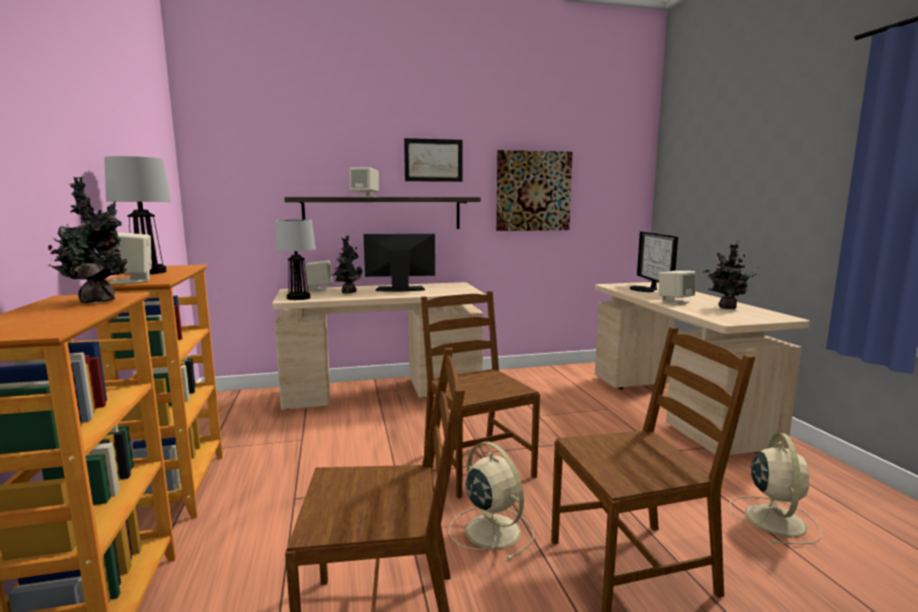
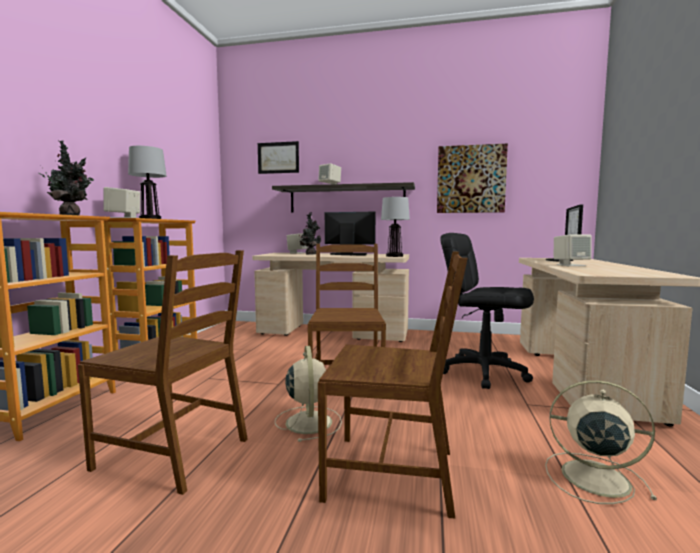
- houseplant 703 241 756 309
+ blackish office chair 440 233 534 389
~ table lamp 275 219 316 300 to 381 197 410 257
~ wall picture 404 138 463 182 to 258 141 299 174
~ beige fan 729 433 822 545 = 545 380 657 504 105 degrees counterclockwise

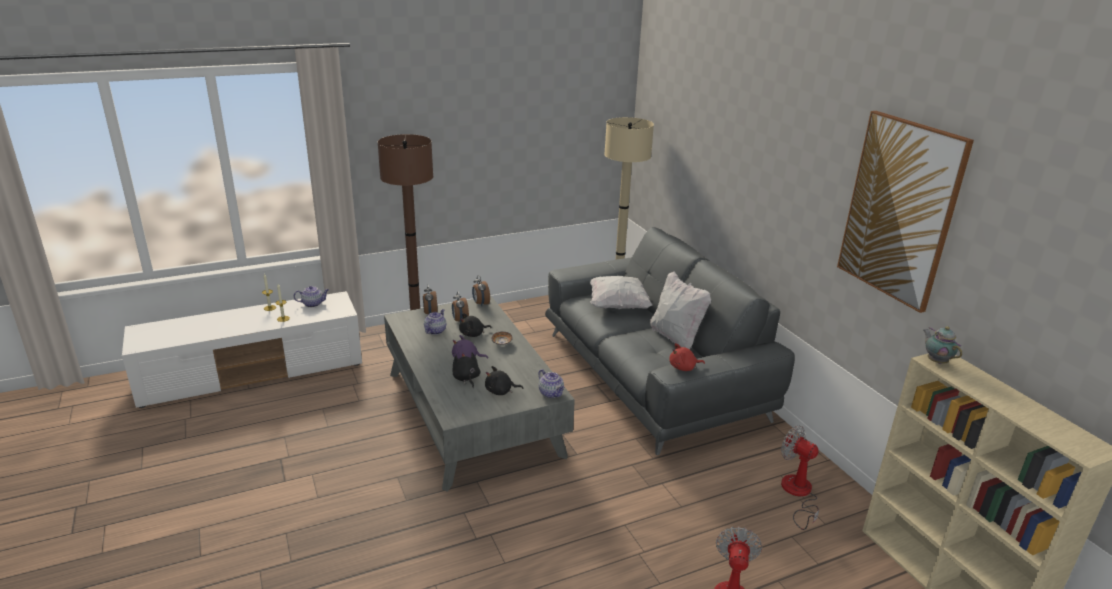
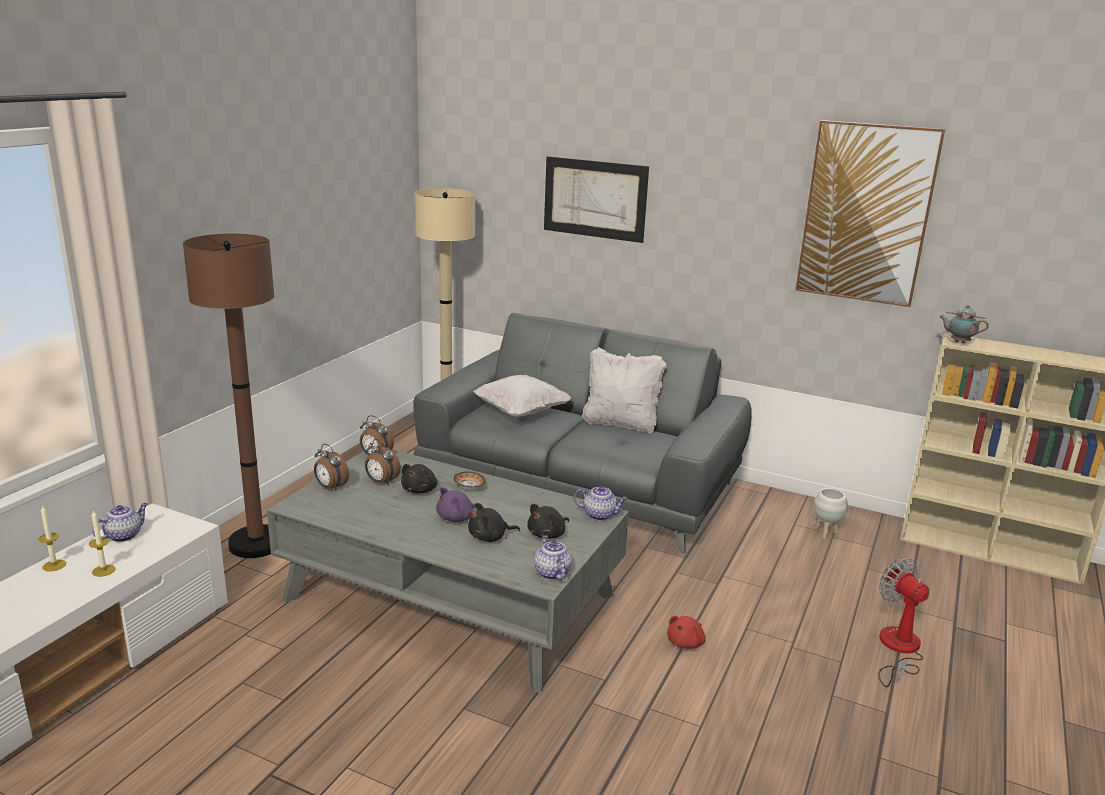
+ wall picture 544 156 649 243
~ pot for tea 424 309 446 335 to 534 535 572 580
~ red plush toy 669 343 705 371 to 667 615 706 649
~ fan 781 426 819 530 to white flower pot 813 488 848 539
~ blackish plush toy 452 352 480 388 = 468 503 520 542 45 degrees counterclockwise

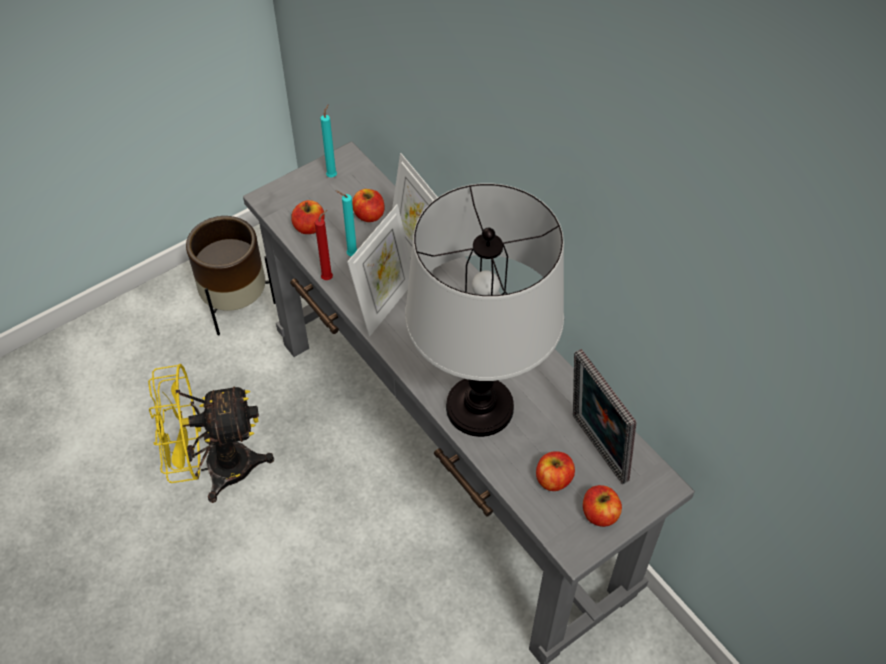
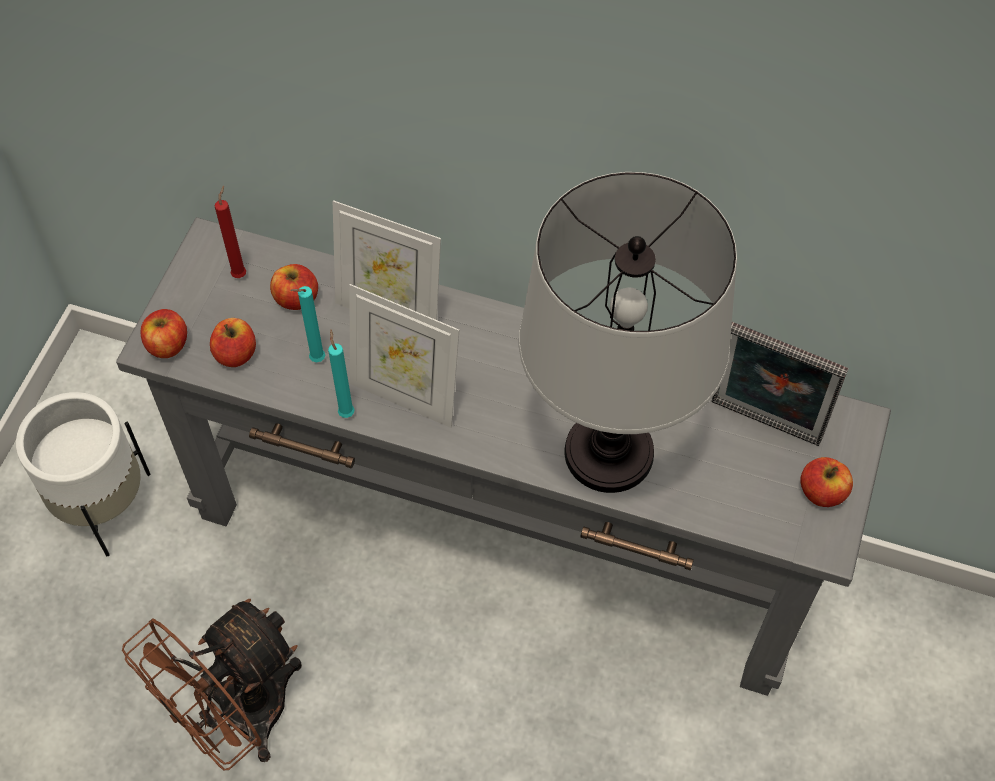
~ red candle 315 210 333 280 to 215 186 246 278
~ blue-green candle 320 105 337 177 to 328 329 355 418
~ apple fruit 536 451 575 491 to 141 309 187 358
~ yellow fan 148 364 274 503 to brownish fan 122 599 302 770
~ brownish flower pot 186 216 276 335 to white flower pot 16 392 151 557
~ picture frame 347 204 411 337 = 349 284 459 428 120 degrees clockwise

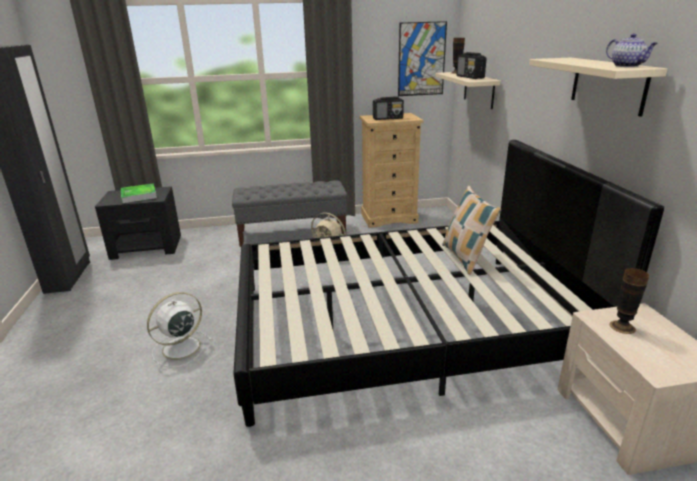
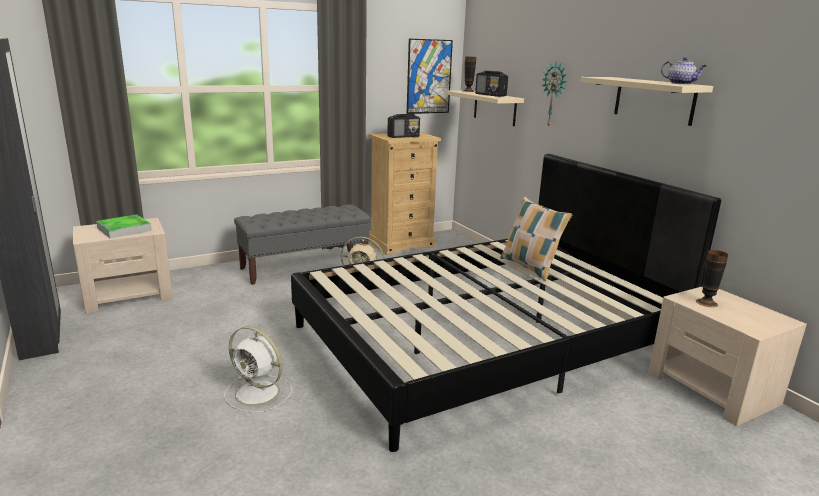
+ clock on the wall 542 62 567 128
~ blackish bedside table 95 186 181 260 to beige bedside table 73 218 173 313
~ white fan 147 292 212 367 = 224 326 292 413 90 degrees counterclockwise

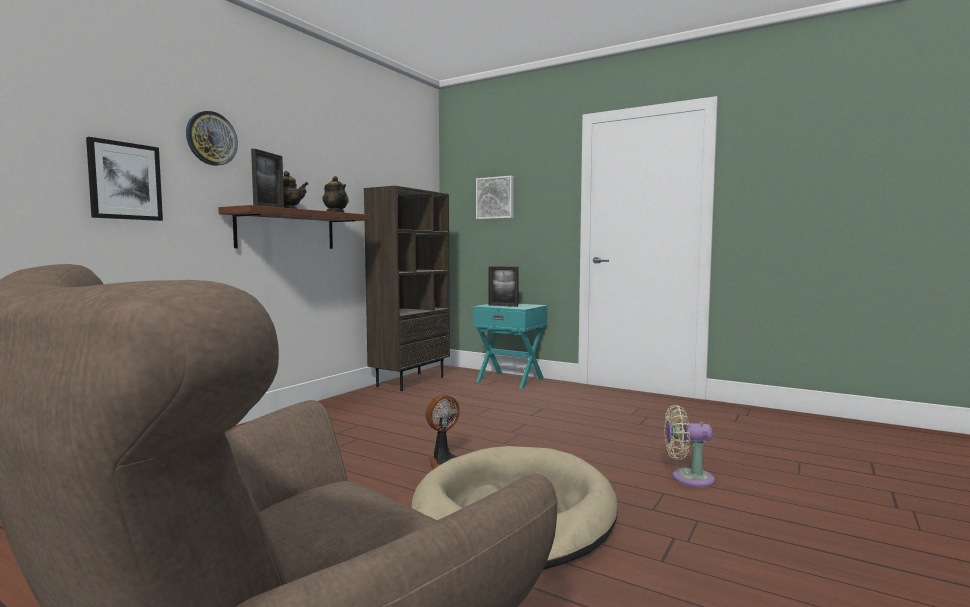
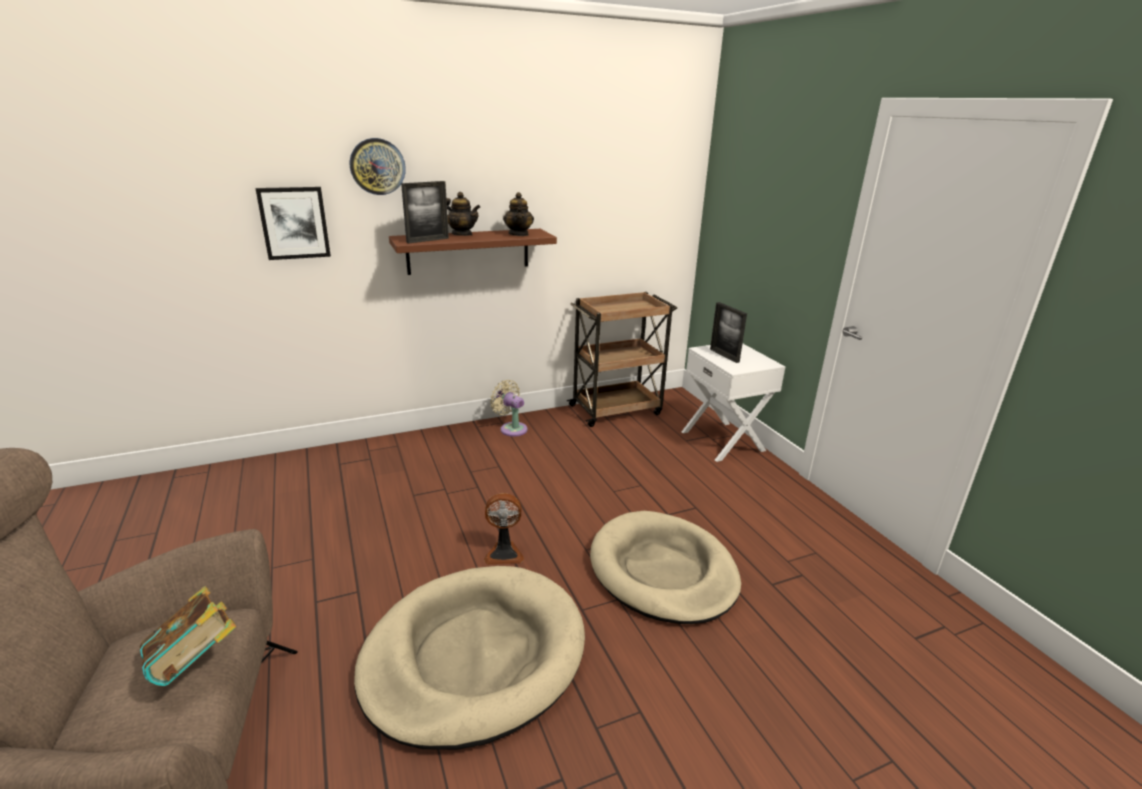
- wall picture 476 176 514 219
+ book 140 586 236 686
+ beige pet bed 590 511 741 624
~ beige fan 664 405 715 487 to 490 380 528 437
~ brownish bookshelf 364 186 450 391 to brownish cart 567 292 677 427
~ blue-green bedside table 473 304 548 389 to white bedside table 682 344 785 462

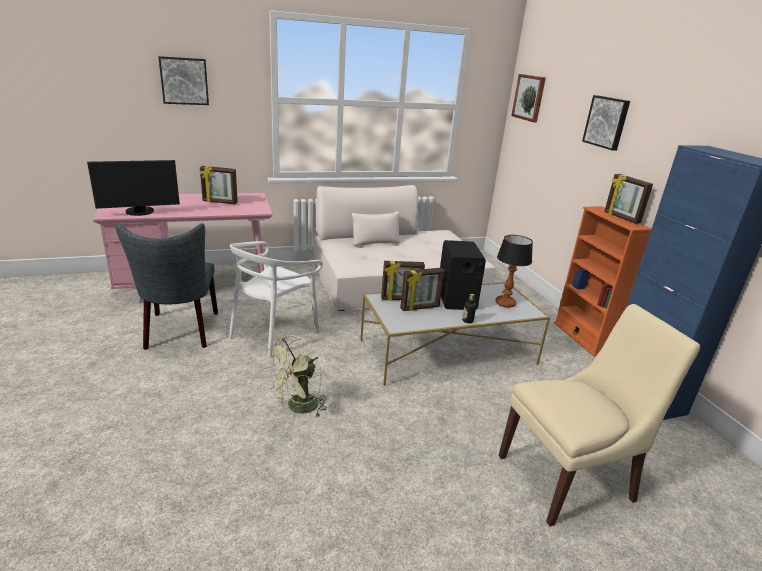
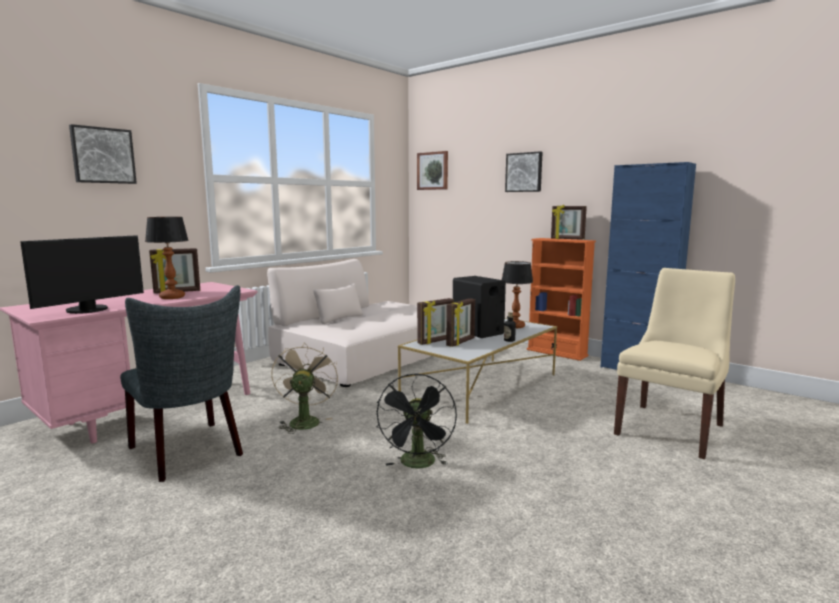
+ table lamp 145 217 189 299
~ white chair 229 241 323 357 to beige fan 271 343 338 434
~ green fan 264 335 327 417 to blackish fan 377 373 457 469

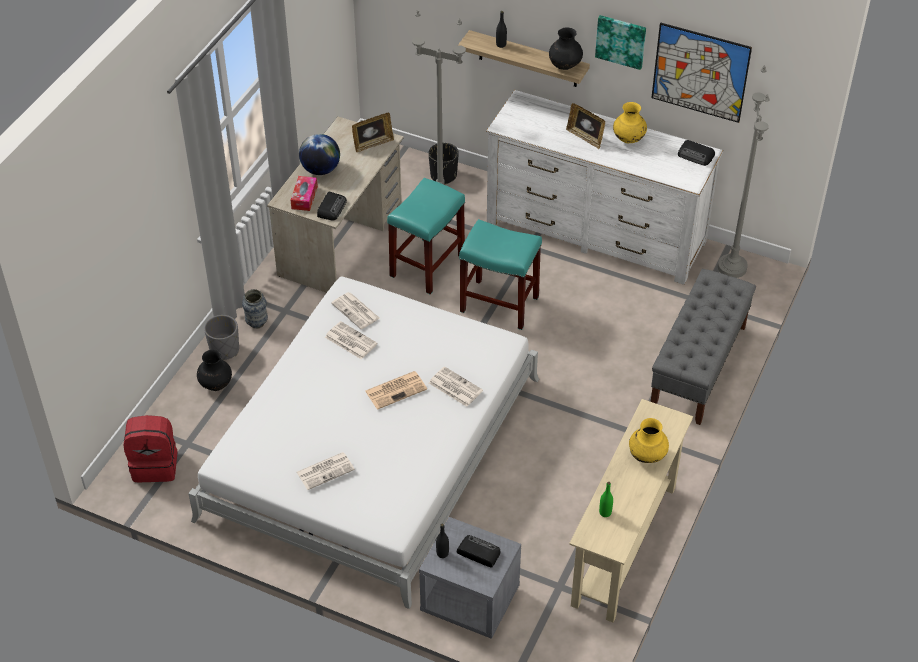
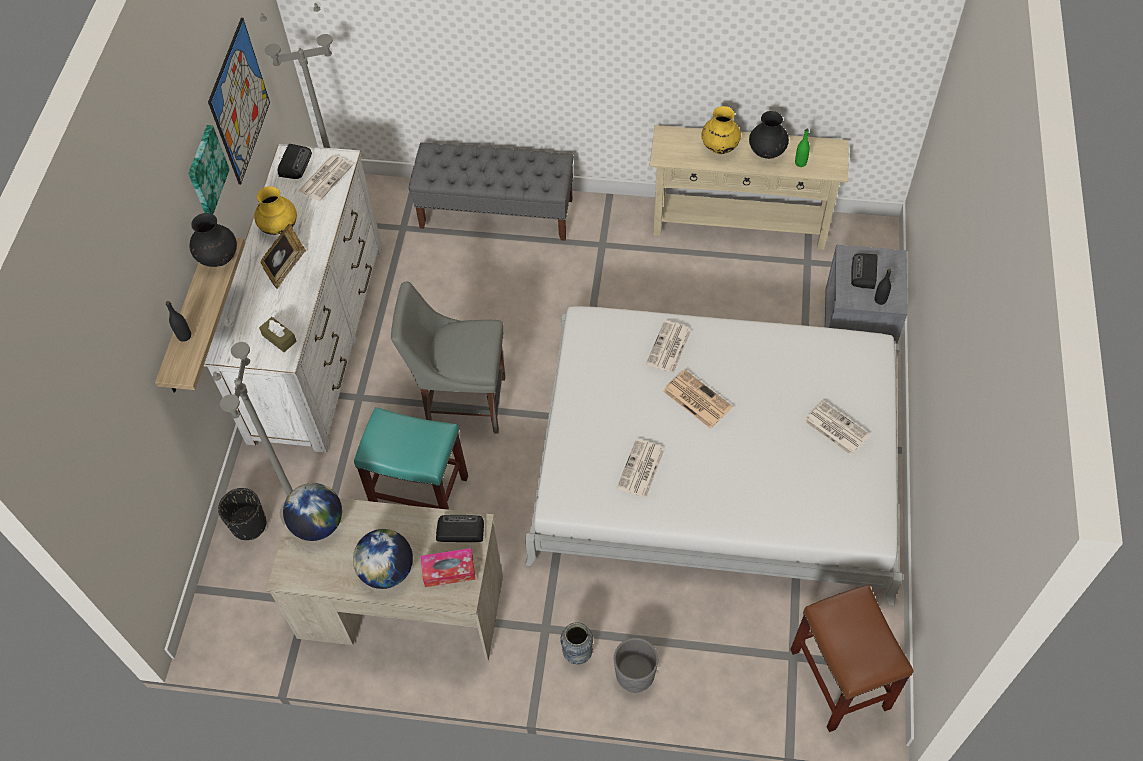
+ brownish box of tissues 259 317 297 352
~ blackish decorative vase 197 350 232 391 to 749 111 789 159
~ newspaper 331 292 380 329 to 298 155 353 201
~ red knapsack 124 415 177 482 to brownish sitting stool 790 584 914 732
~ picture frame 352 113 394 152 to world globe 283 483 342 541
~ blue-green sitting stool 459 219 542 330 to greyish chair 391 282 505 434

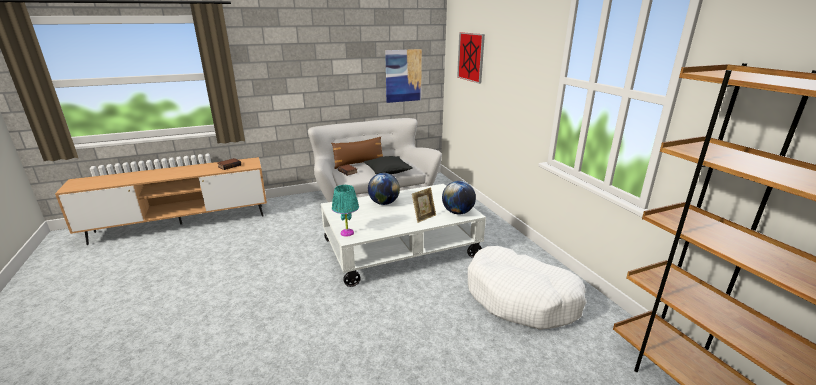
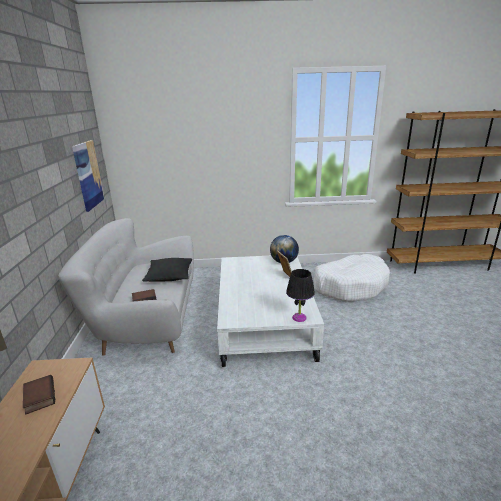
- brownish cushion 331 137 383 169
- world globe 368 173 400 205
- wall picture 457 32 485 84
~ blue-green table lamp 332 185 359 237 to blackish table lamp 286 269 315 322

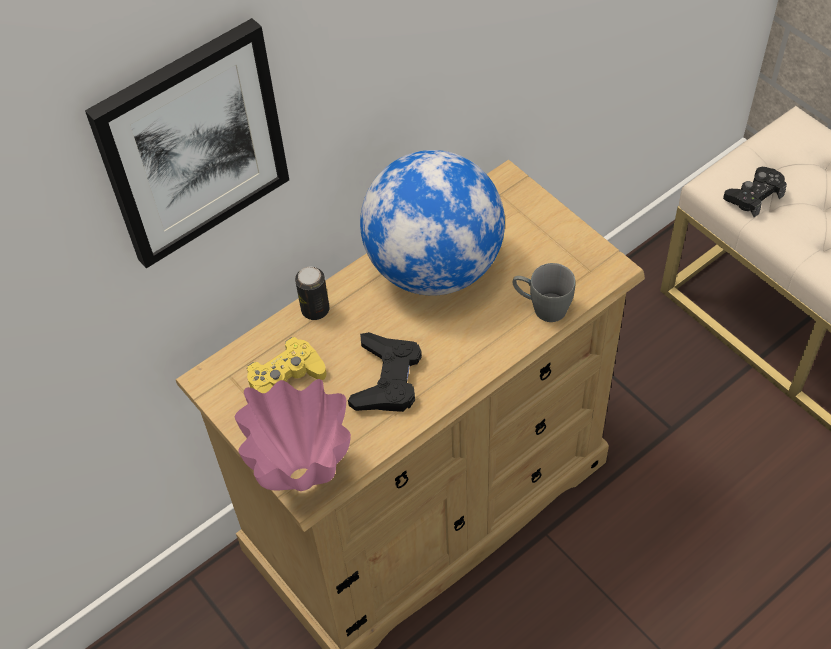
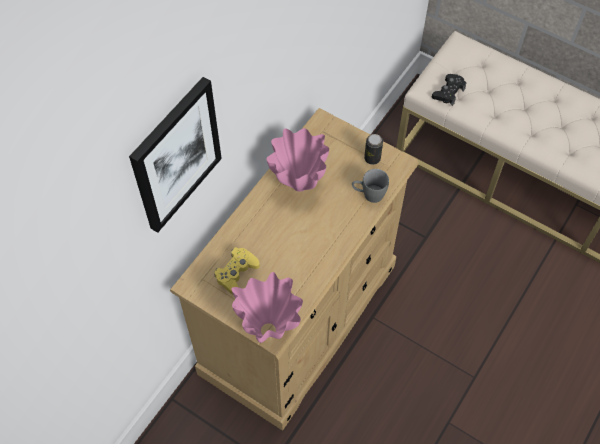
- blackish joypad 348 332 422 412
~ sealed can 295 267 329 320 to 364 134 383 165
~ world globe 360 150 505 296 to pink-coloured decorative vase 266 128 329 192

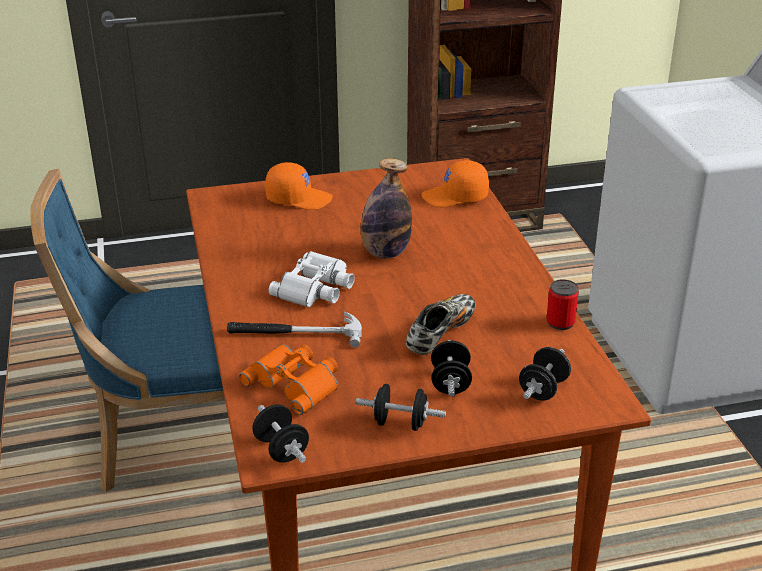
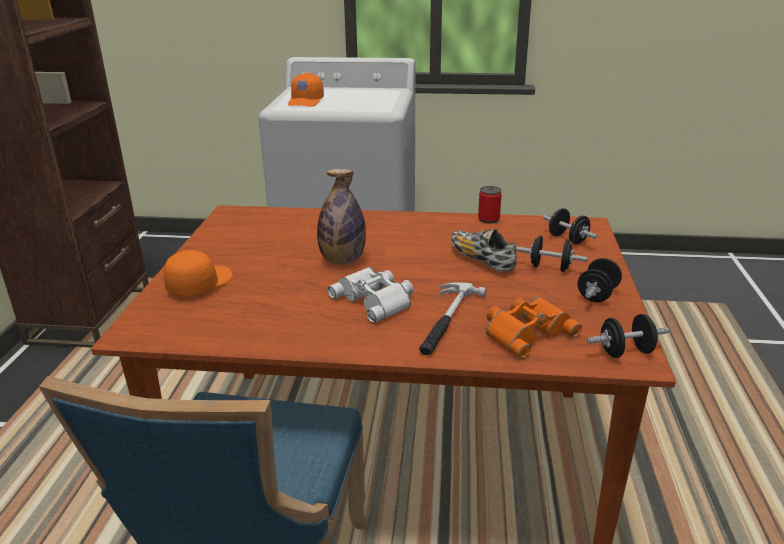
~ orangey peaked cap 422 160 489 207 to 288 73 324 107

